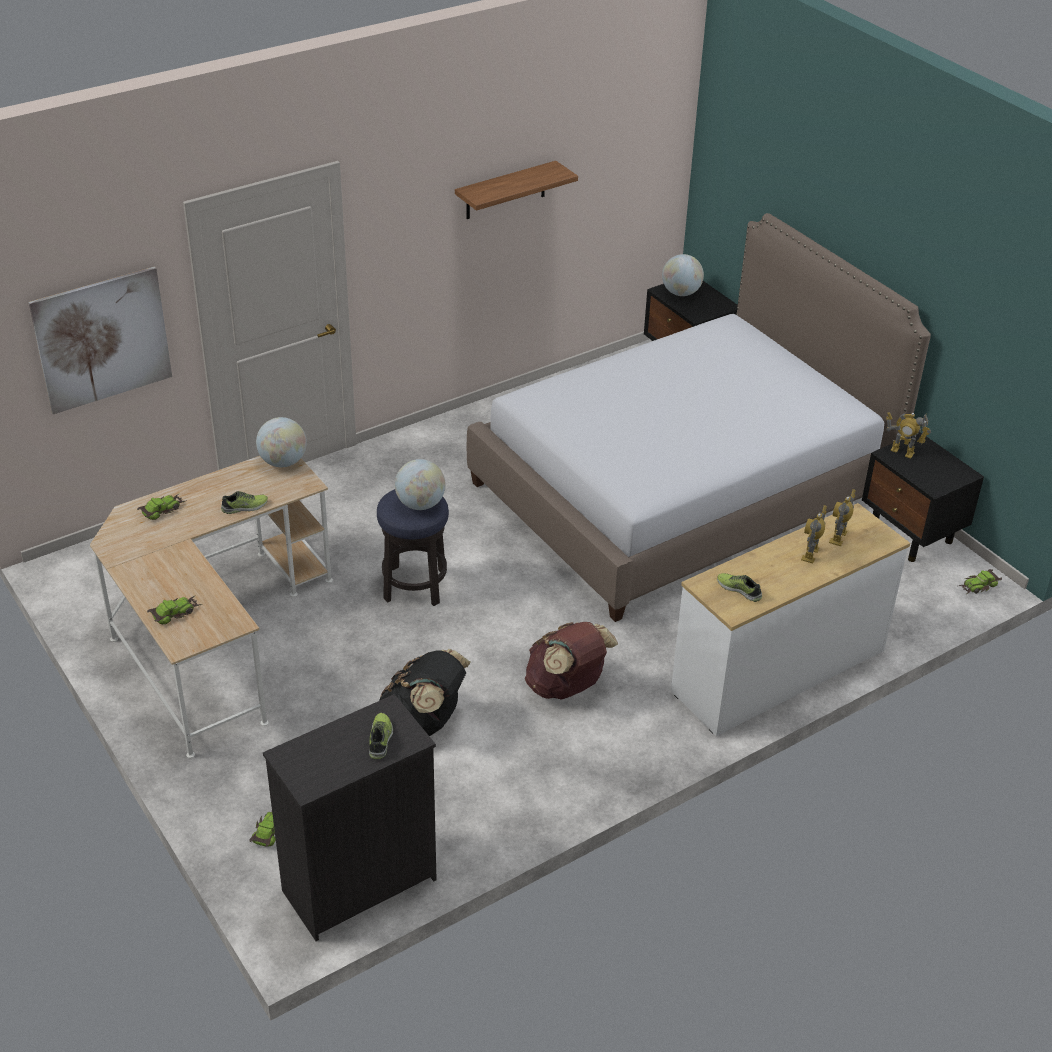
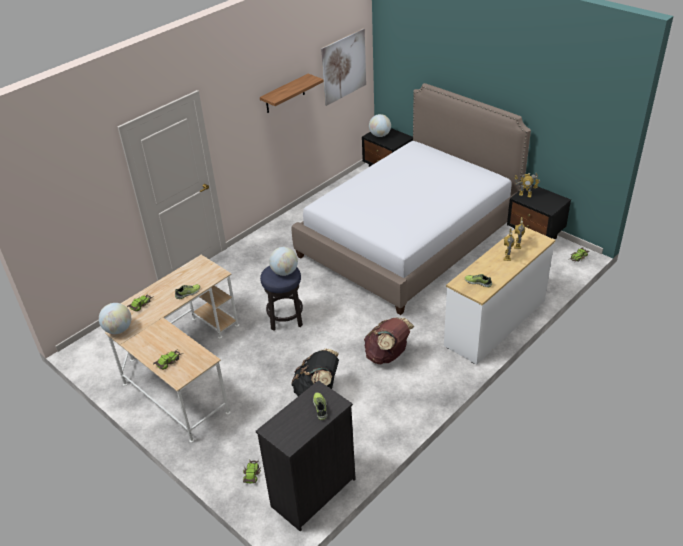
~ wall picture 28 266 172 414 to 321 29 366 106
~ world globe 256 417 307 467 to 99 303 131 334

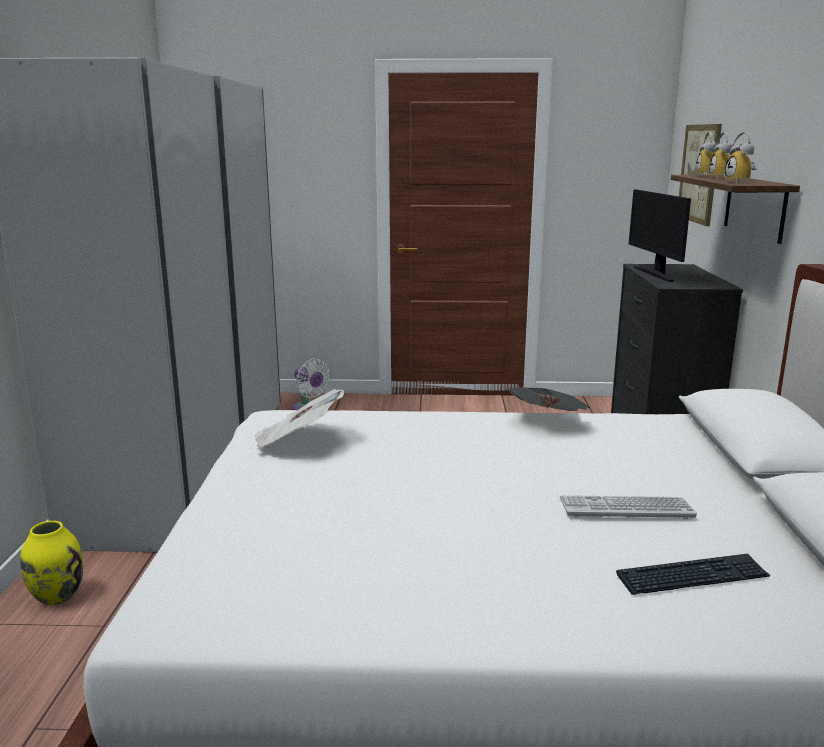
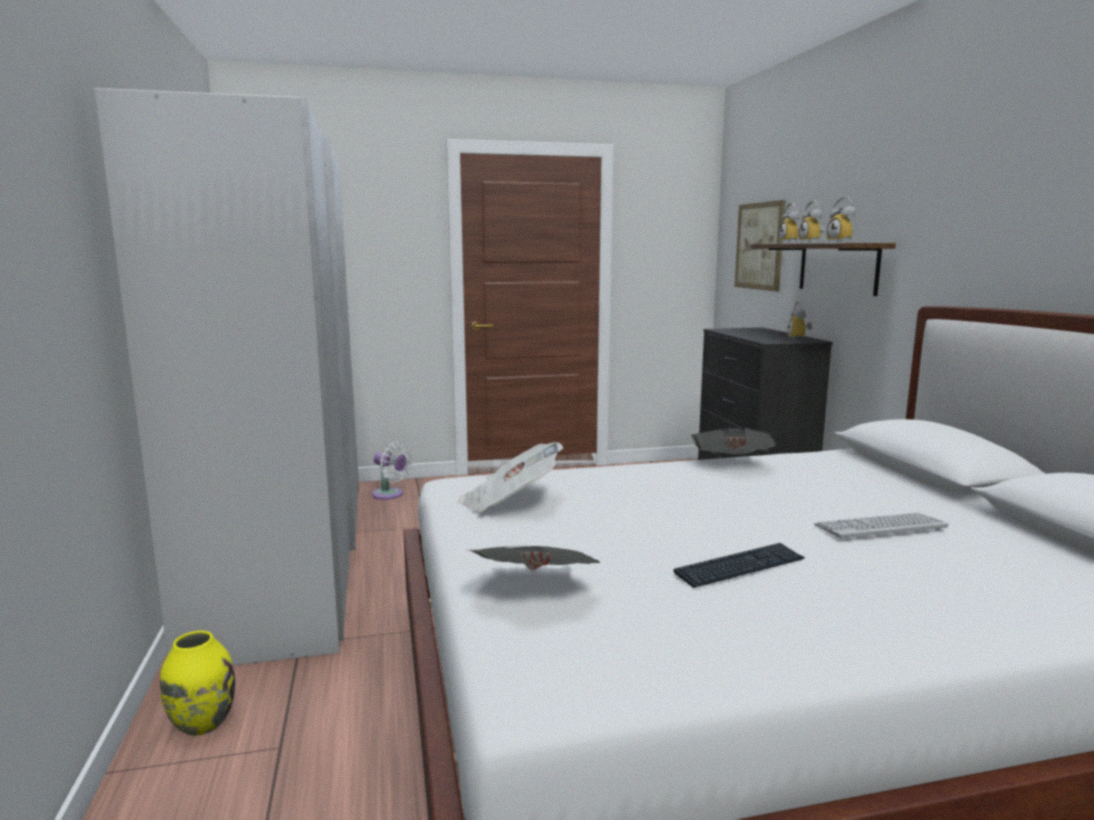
- monitor 629 189 691 282
+ newspaper 464 546 600 570
+ table clock 788 301 812 340
~ computer keyboard 616 554 770 595 to 673 543 805 588

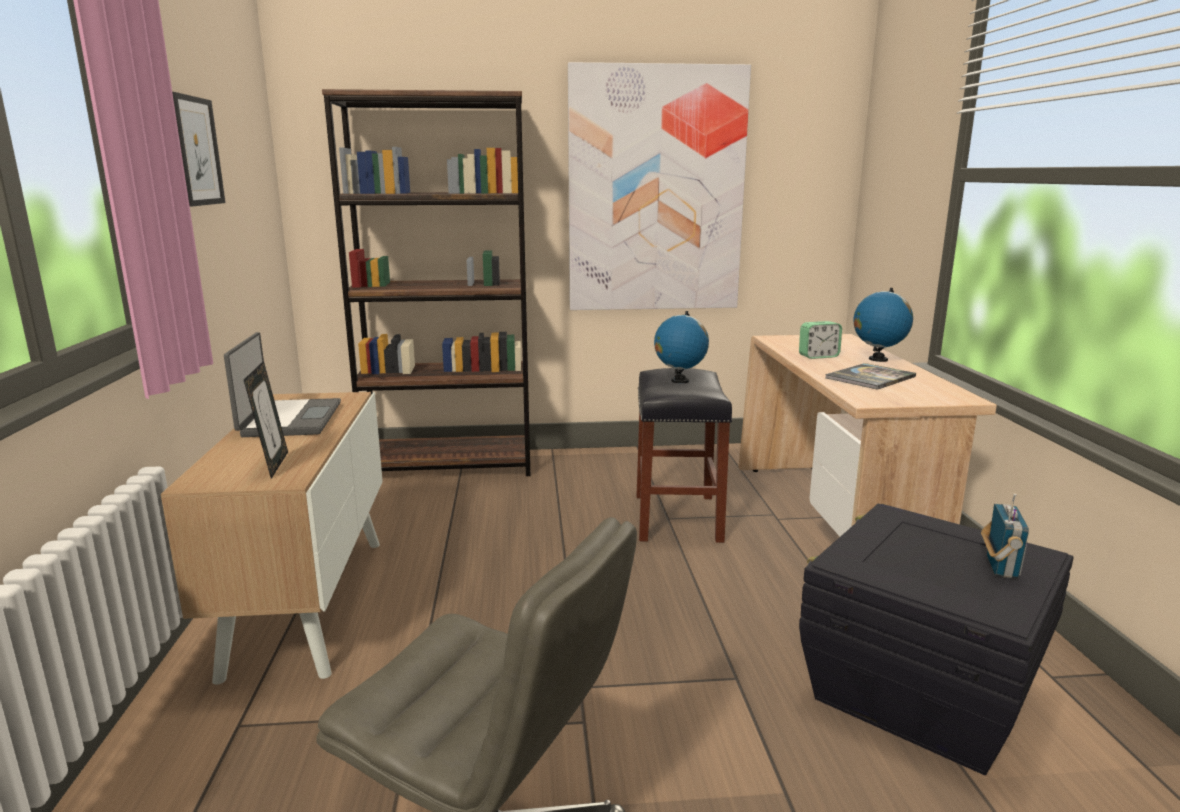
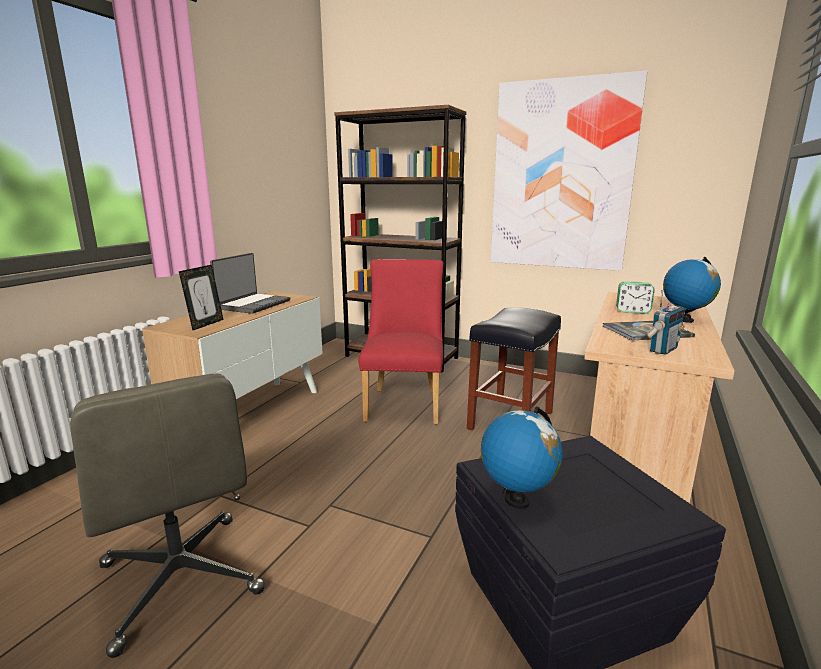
- wall picture 172 92 225 207
+ red chair 359 259 443 424
~ world globe 654 311 709 383 to 481 406 563 509
~ radio receiver 981 493 1029 578 to 645 289 685 355

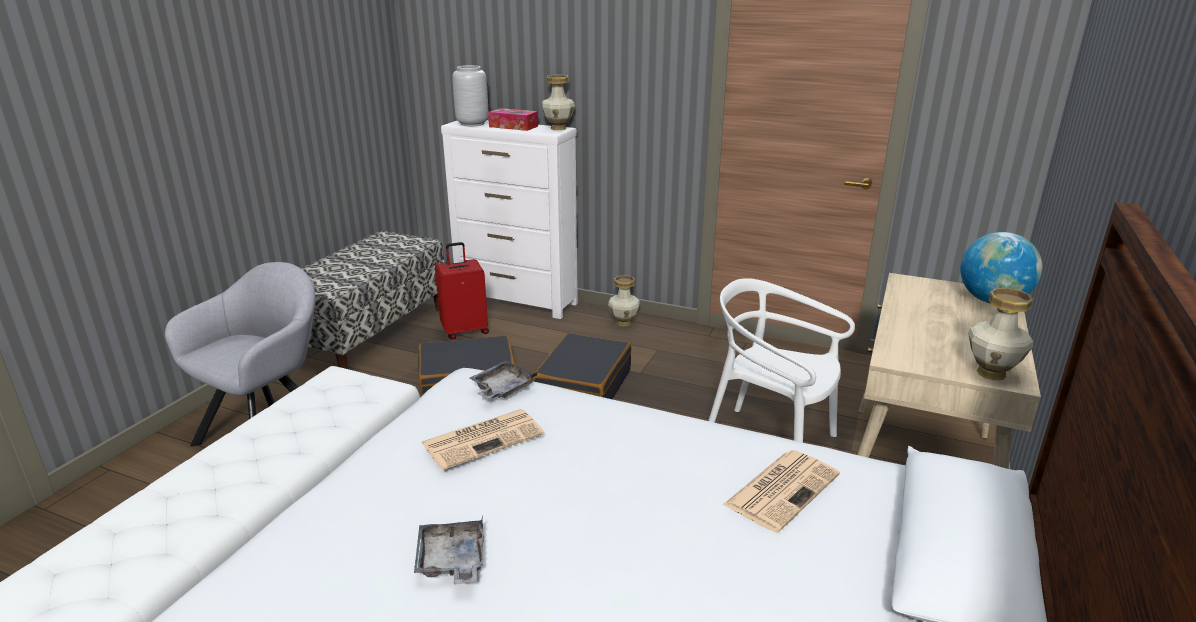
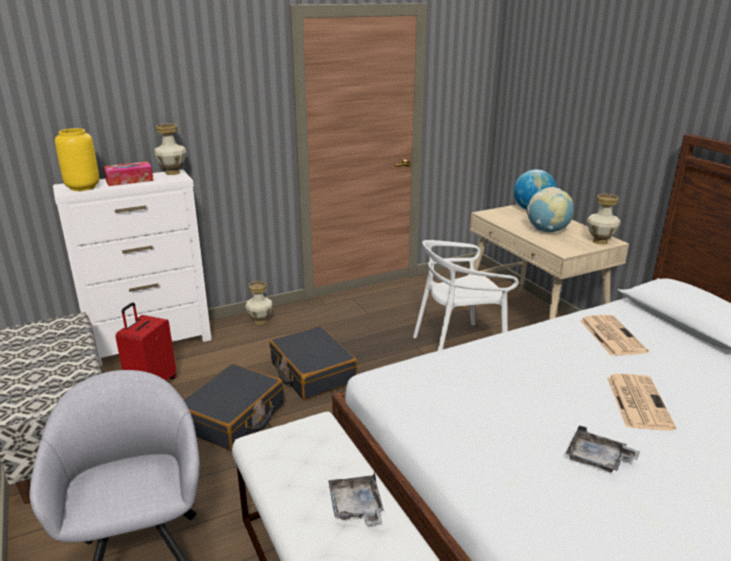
+ world globe 526 187 574 232
~ newspaper 422 409 545 470 to 607 374 676 431
~ greyish serving tray 469 361 537 399 to 328 472 384 525
~ greyish decorative vase 452 65 488 126 to yellow decorative vase 55 128 99 191

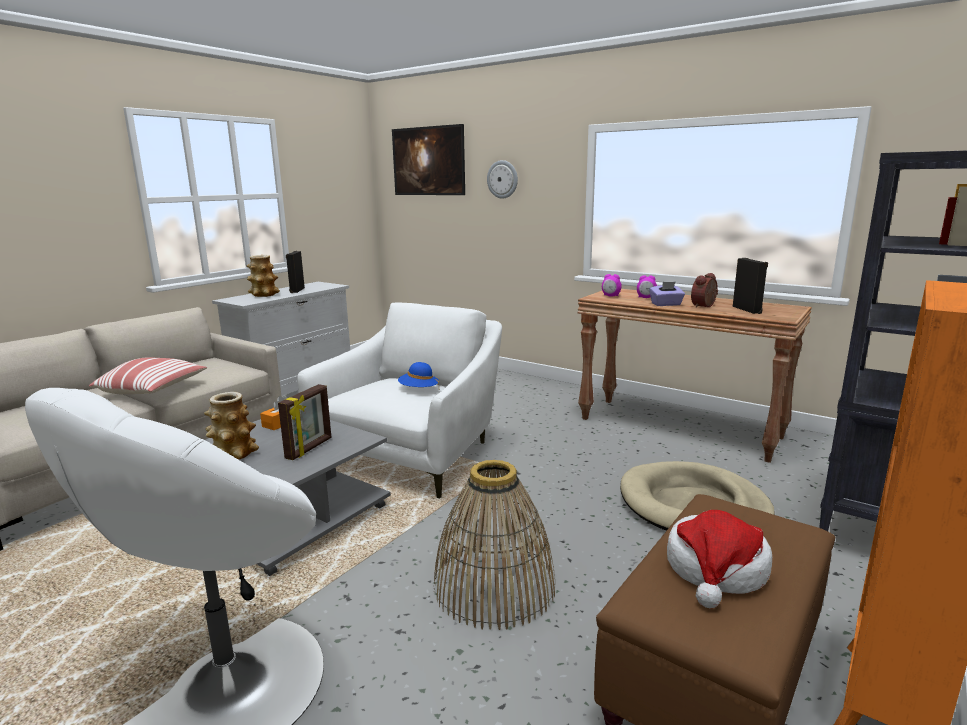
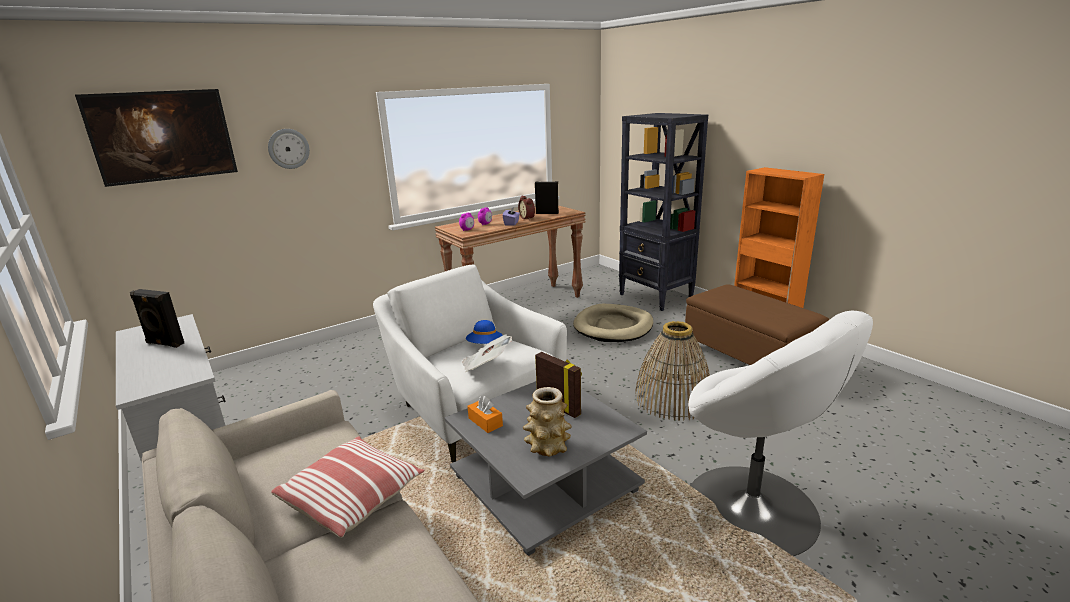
- decorative vase 247 255 280 297
- wearable hat 667 510 772 608
+ newspaper 462 334 512 372

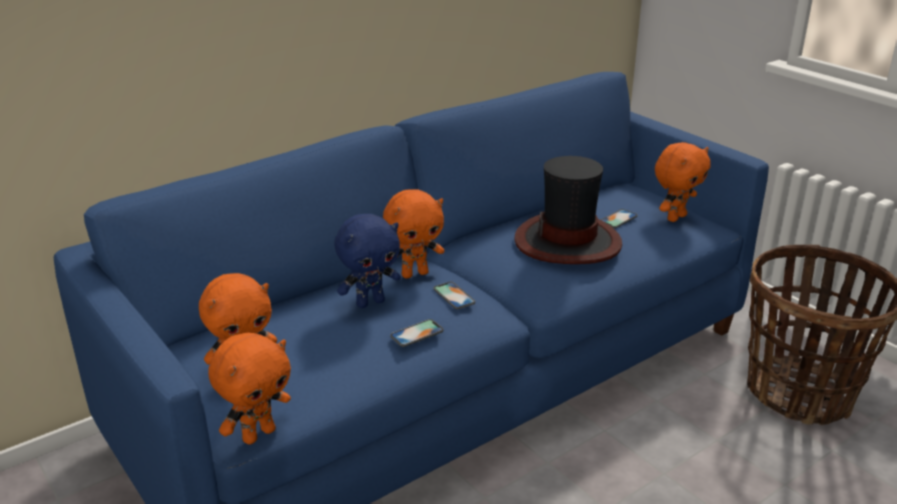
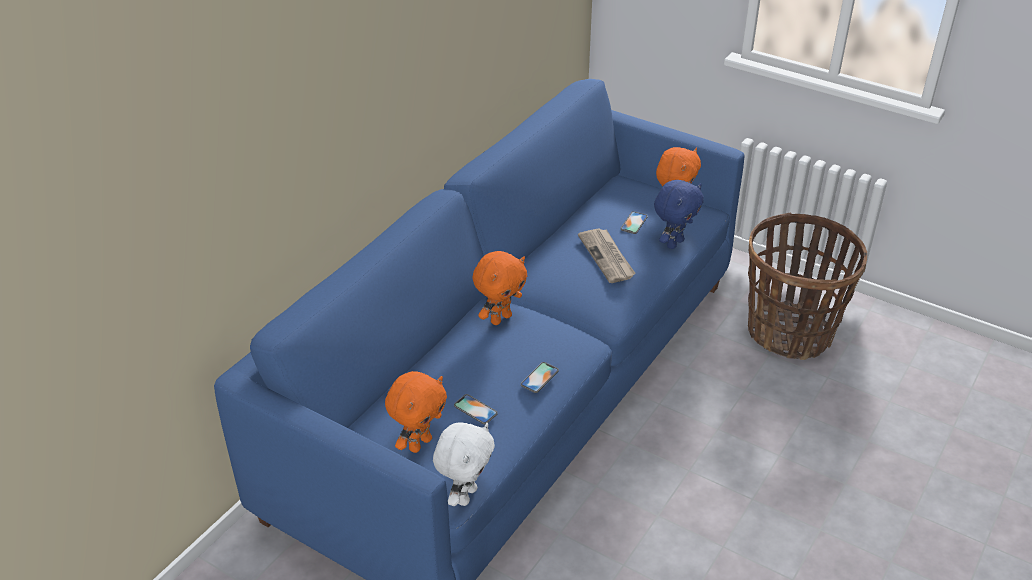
~ blue-coloured plush toy 334 214 401 308 to 654 180 704 249
~ telephone 434 282 475 309 to 454 394 498 424
~ wearable hat 514 156 622 264 to newspaper 578 228 636 283
~ orangey plush toy 208 333 291 445 to white plush toy 433 422 495 506

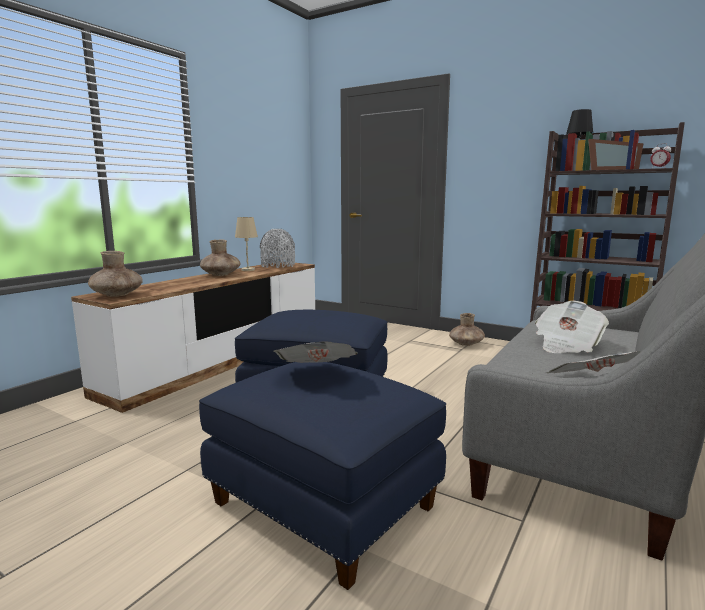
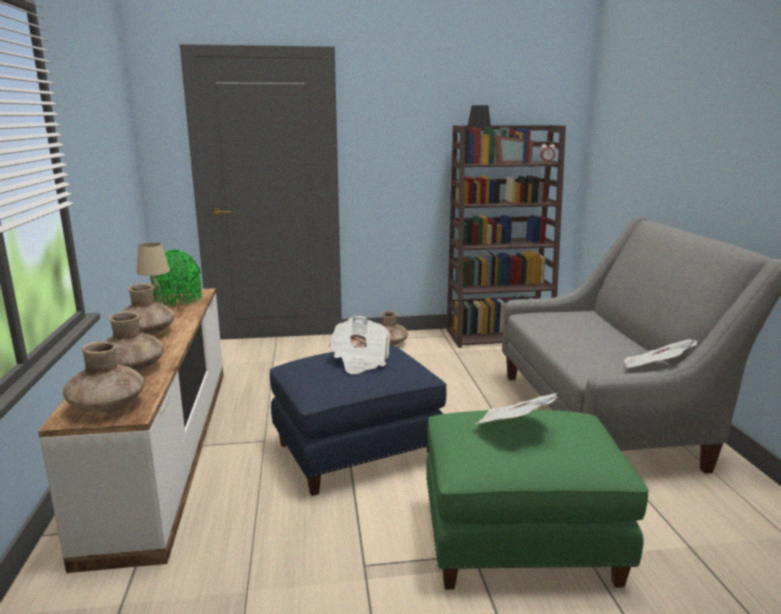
+ brownish decorative vase 104 311 164 372
~ newspaper 535 301 609 353 to 329 316 391 374
~ blue-coloured footrest 199 362 446 590 to green footrest 426 410 649 589
~ greyish decorative vase 260 229 295 268 to green decorative vase 150 250 201 306

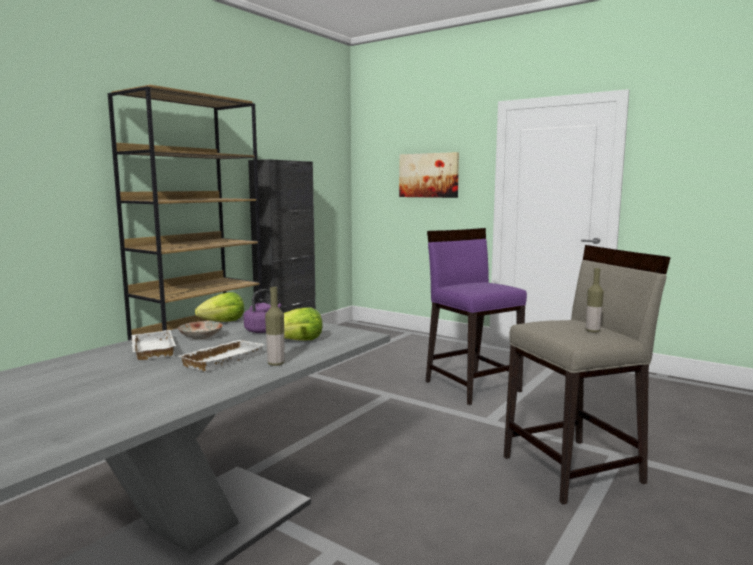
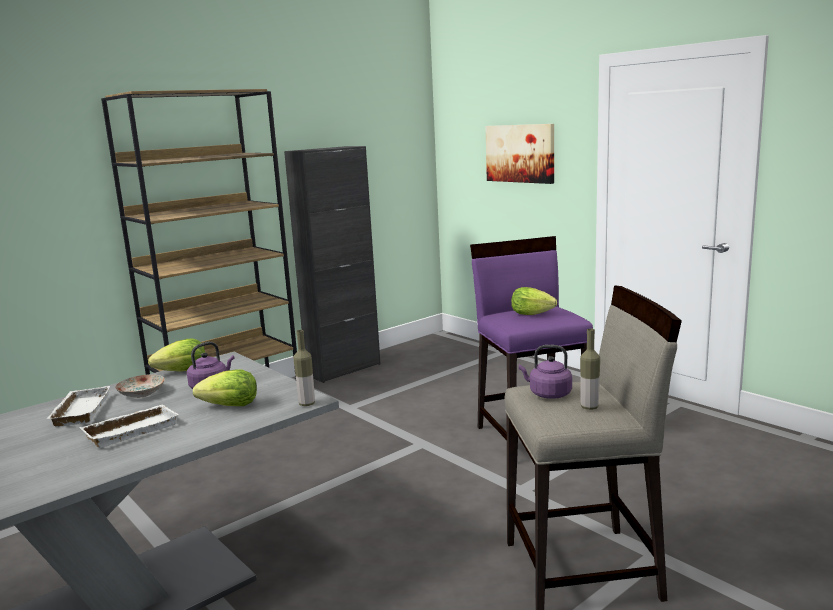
+ lettuce 511 287 557 315
+ purplish kettle 519 345 572 399
~ bottle 265 287 285 366 to 294 330 315 406

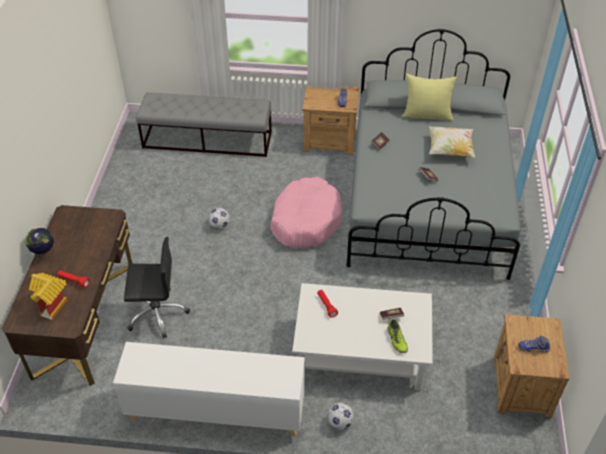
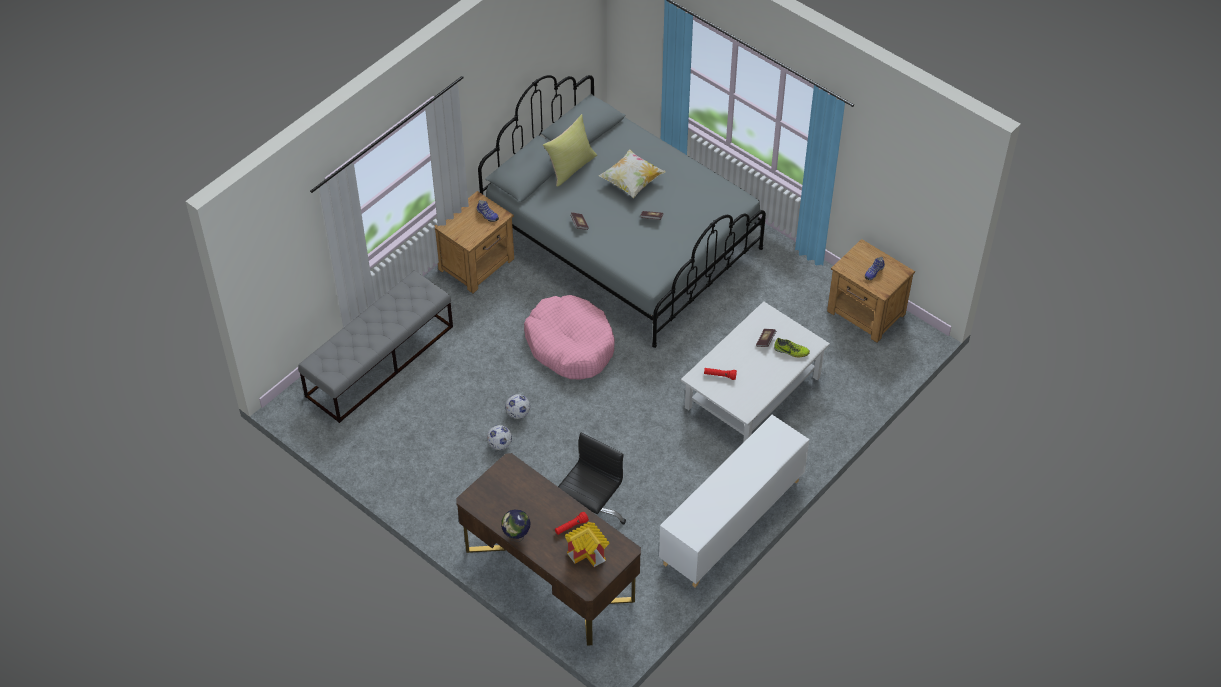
~ football ball 328 403 354 430 to 487 425 512 450

